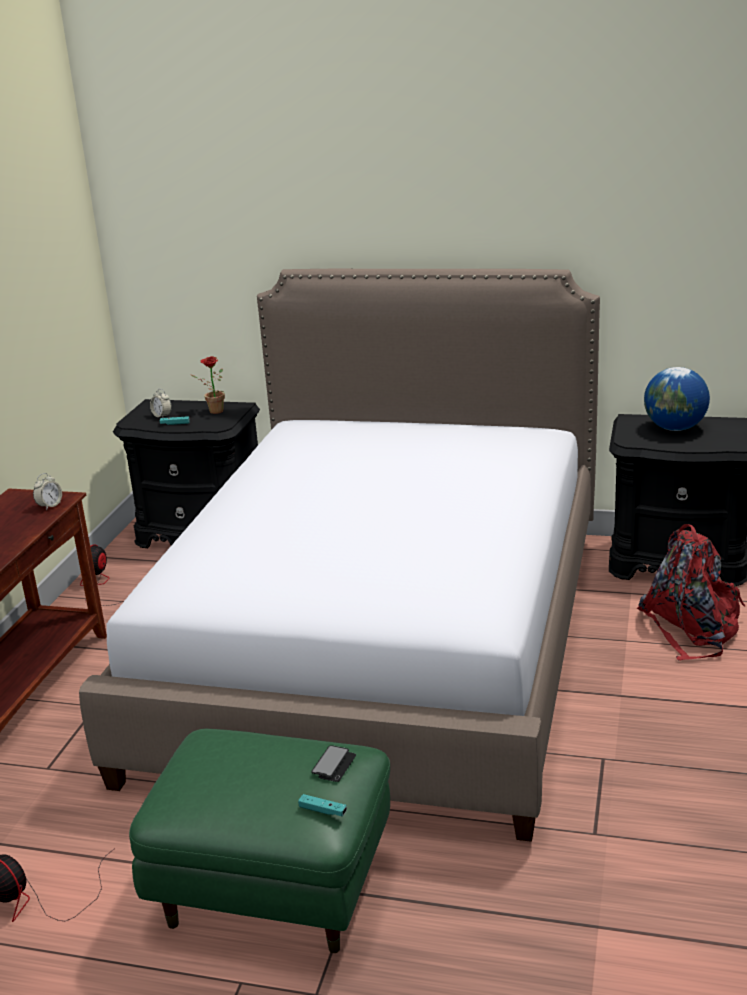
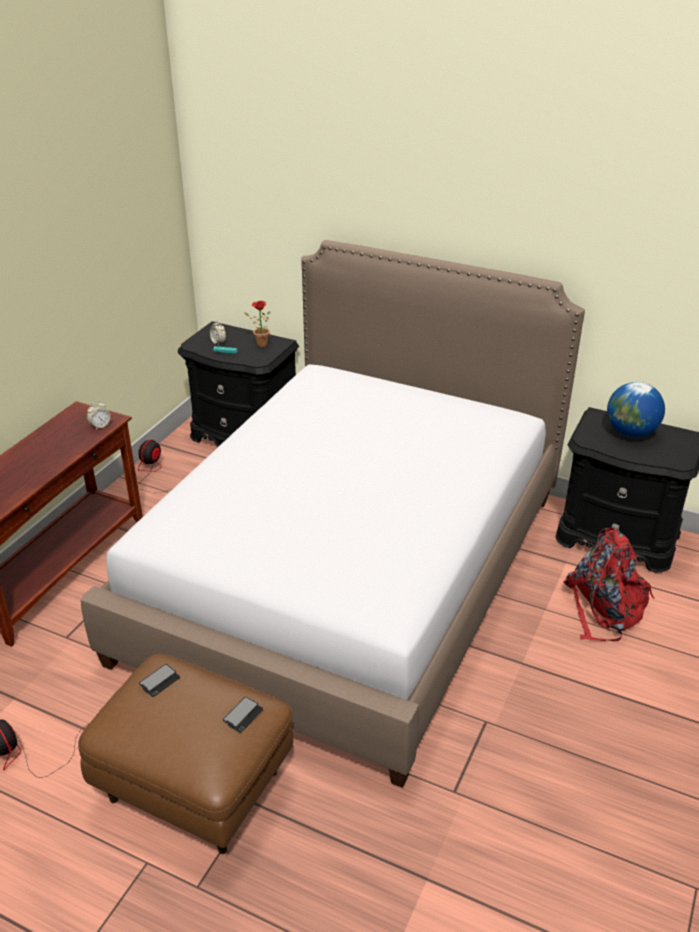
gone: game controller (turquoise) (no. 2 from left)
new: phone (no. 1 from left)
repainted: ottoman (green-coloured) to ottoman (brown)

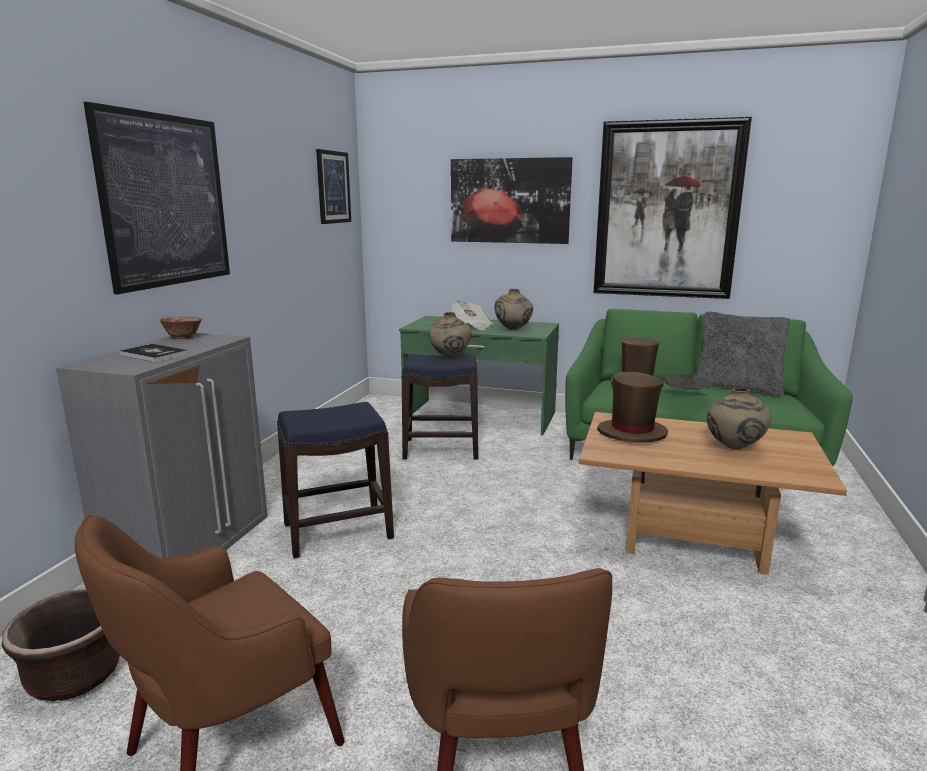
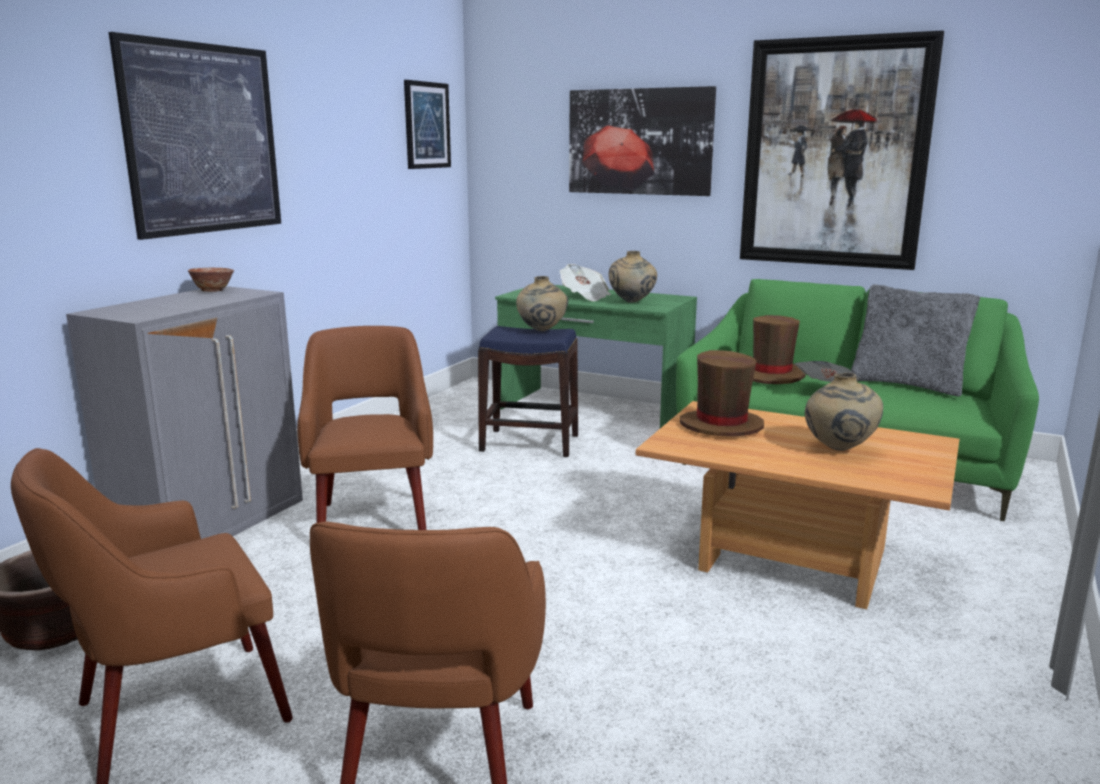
gone: bound book
swapped: stool seat (no. 1 from left) to lounge chair (brown) (no. 2 from left)

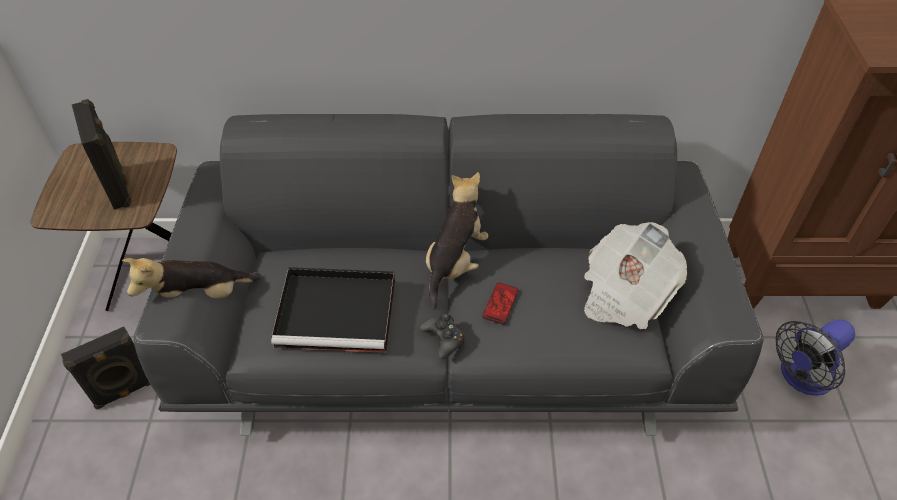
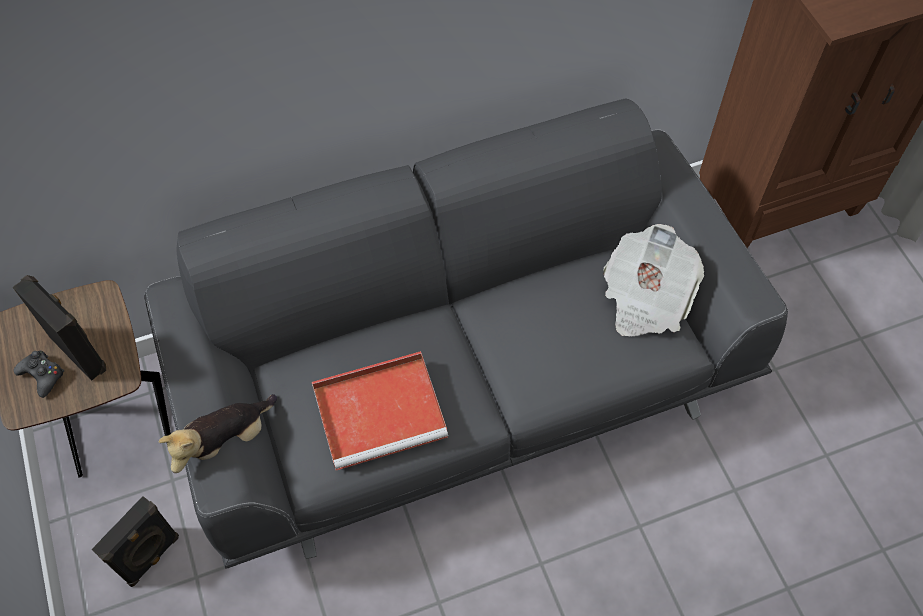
gone: plush toy (no. 2 from left); phone; fan
shifted: game controller (black)
repainted: tray (black) to tray (red-coloured)

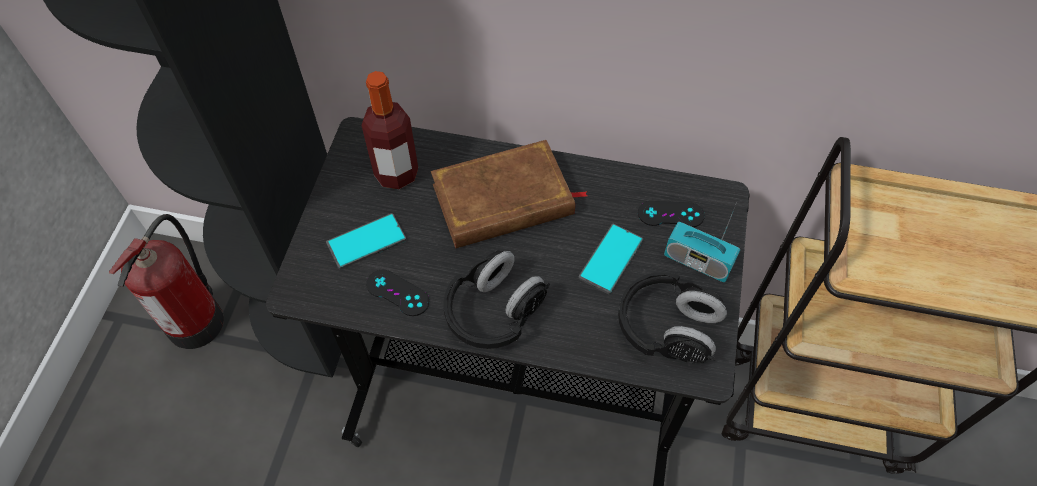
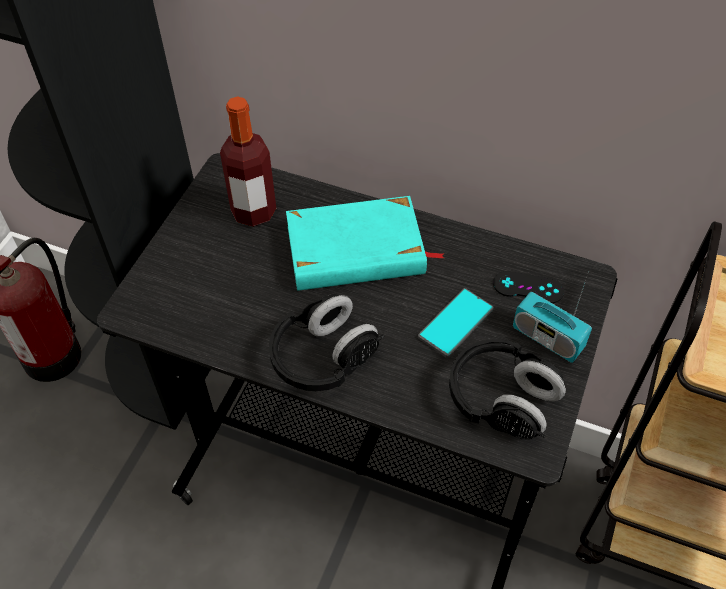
gone: phone (no. 1 from left); game controller (black) (no. 1 from left)
repainted: bound book (brown) to bound book (turquoise)

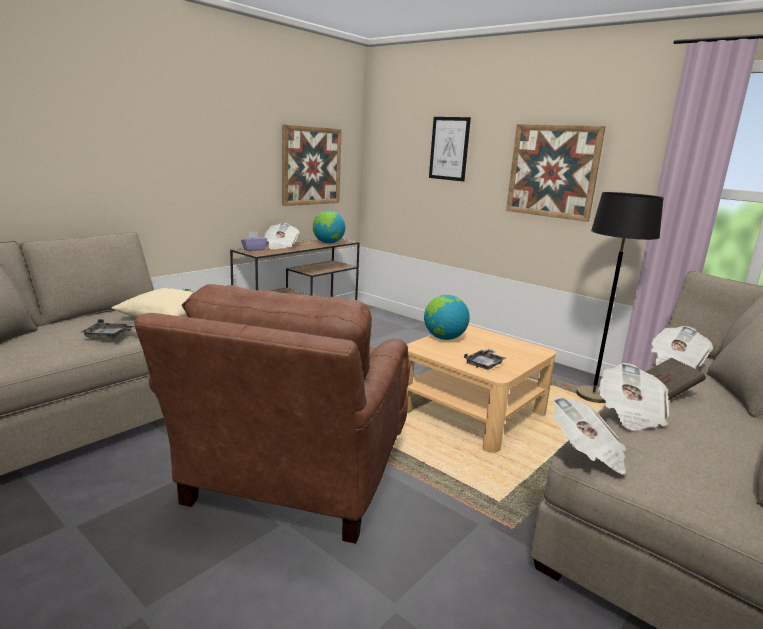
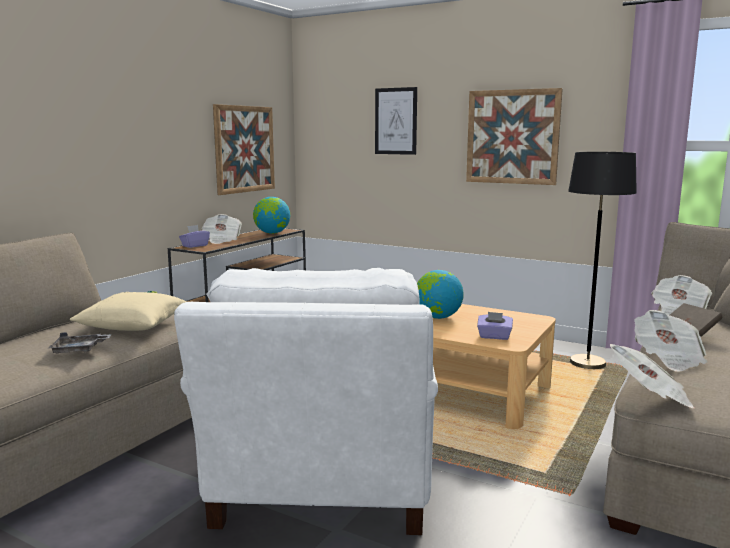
swapped: tray (gray) (no. 2 from left) to tissue box (purple) (no. 2 from left)
repainted: lounge chair (brown) to lounge chair (white)

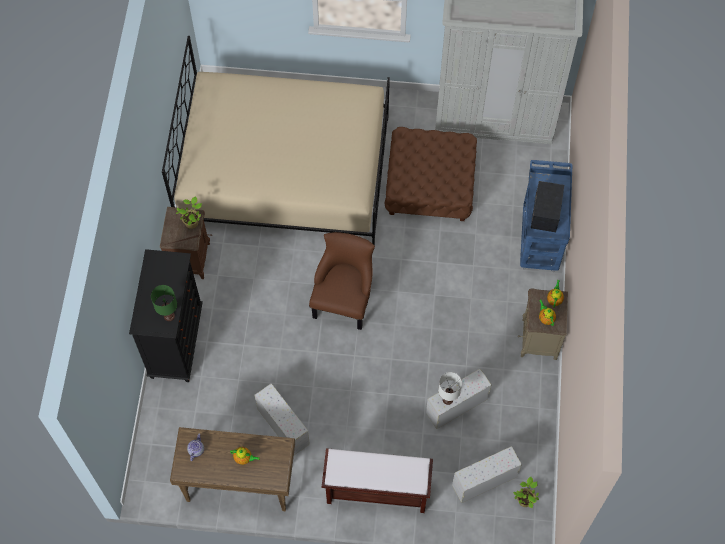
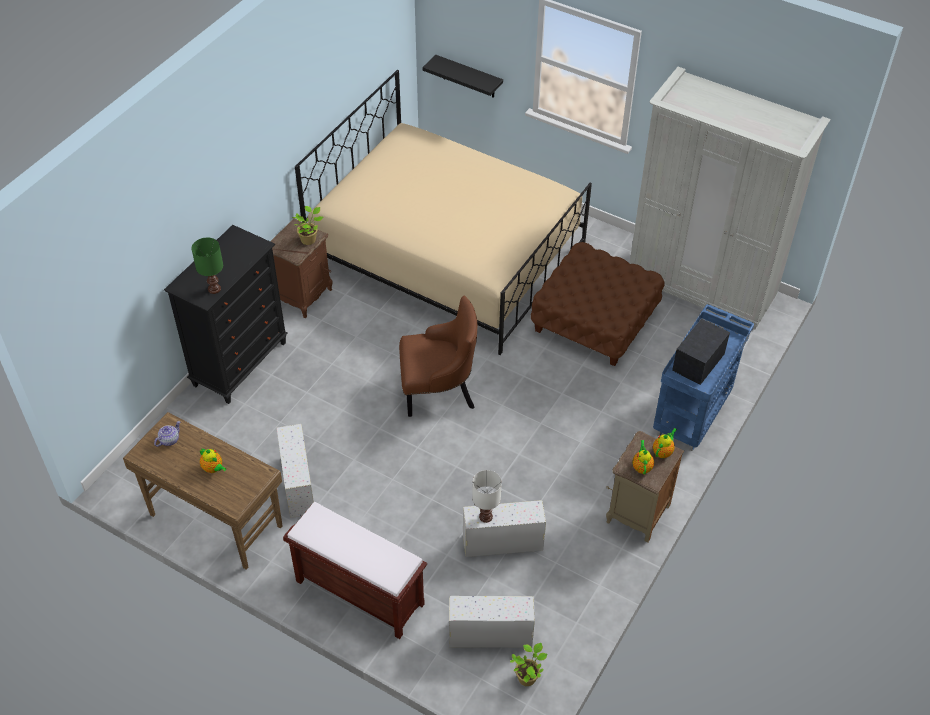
new: shelf (black)
rotated: lounge chair (brown) 45 degrees clockwise

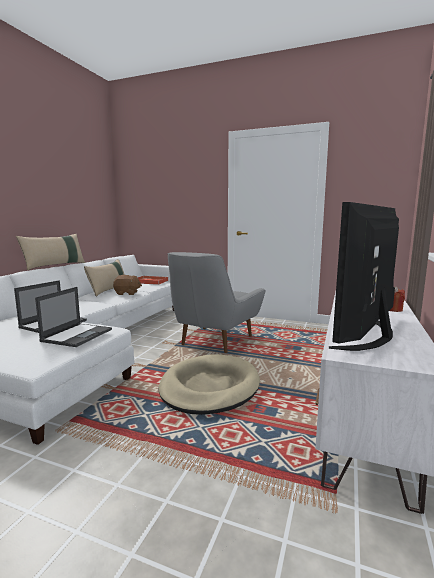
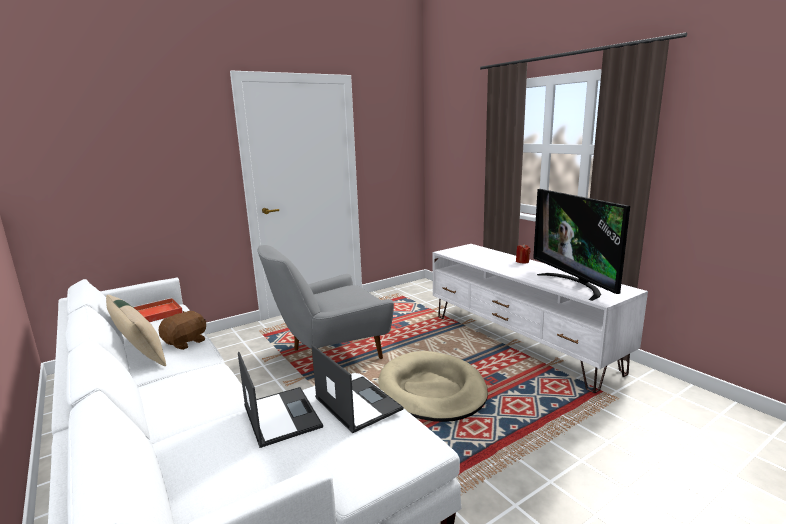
gone: pillow (beige-coloured) (no. 1 from left)
rotated: lounge chair (gray) 90 degrees clockwise

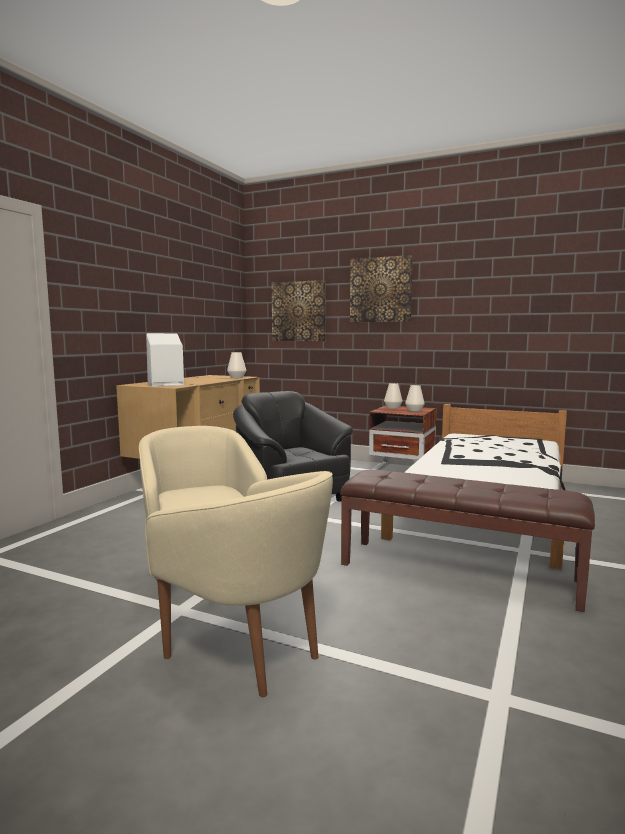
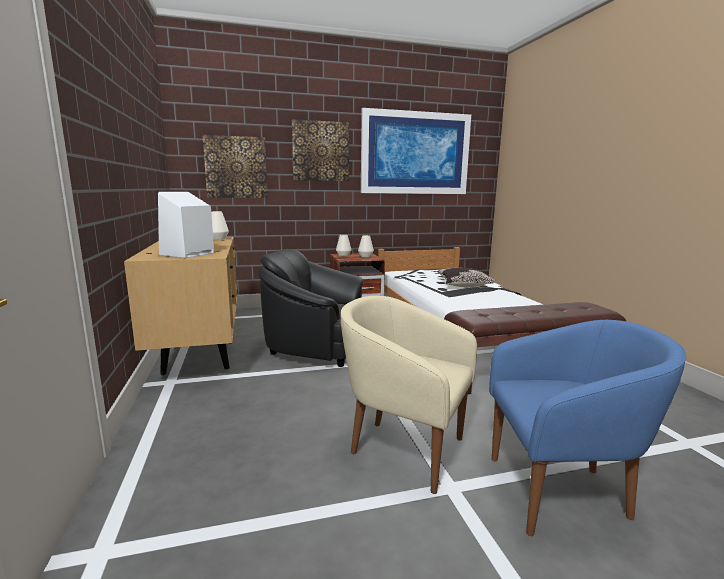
new: picture (no. 3 from left); pillow
repainted: lounge chair (beige-coloured) (no. 2 from left) to lounge chair (blue-coloured)

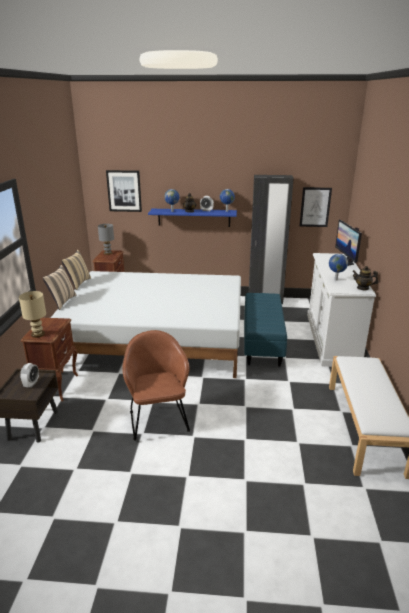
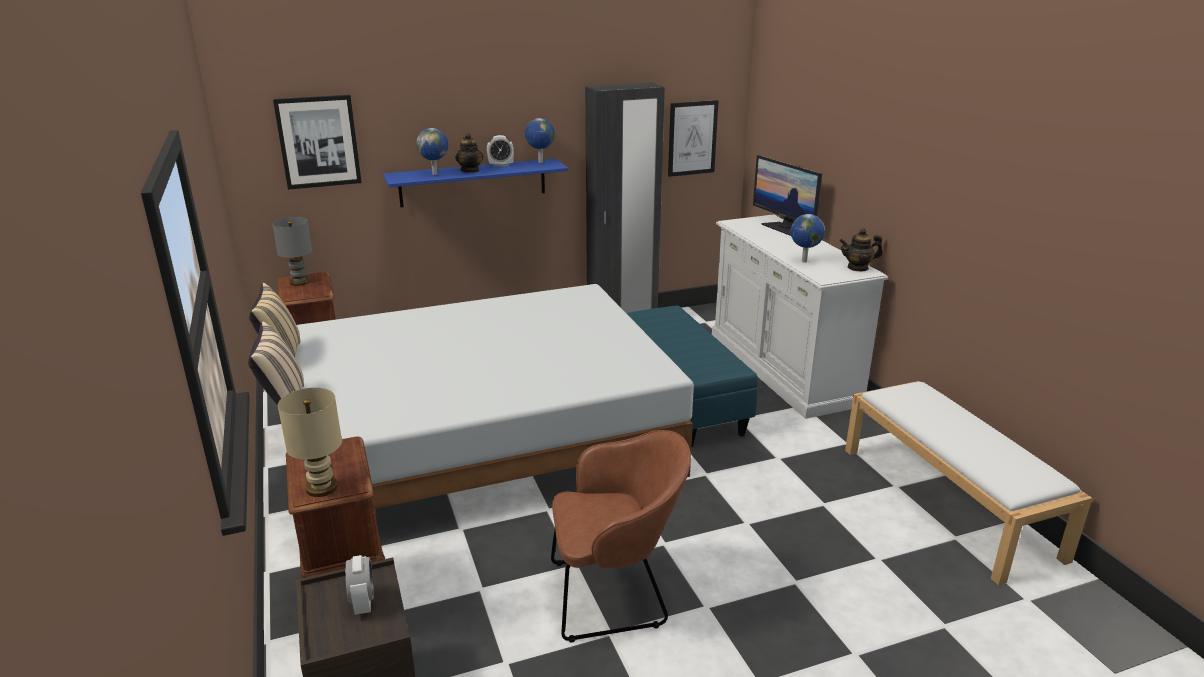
rotated: lounge chair (brown) 120 degrees clockwise

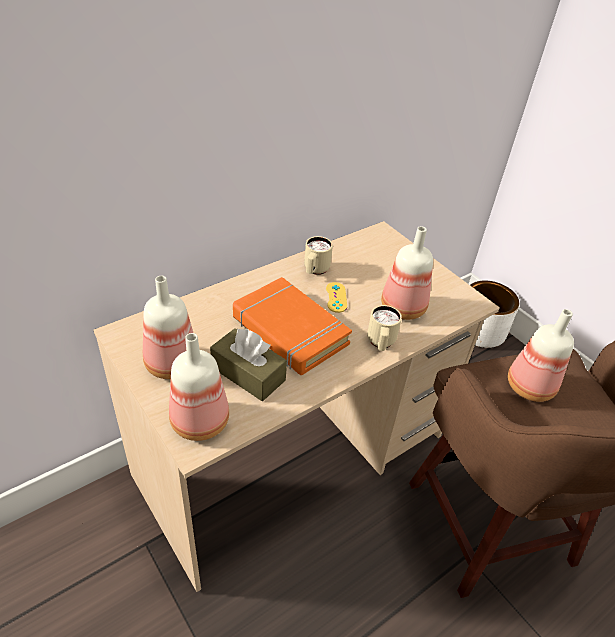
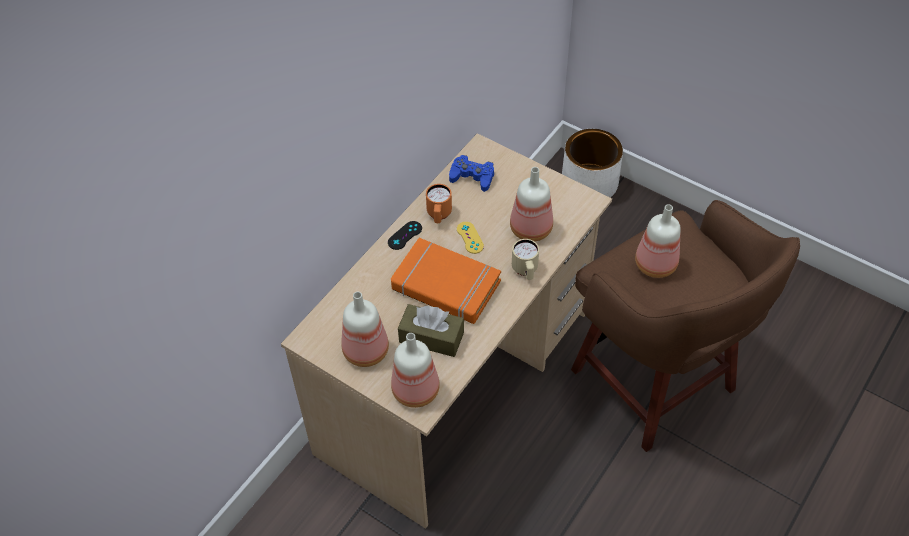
new: game controller (blue-coloured); game controller (black)
repainted: tea mug (beige-coloured) (no. 1 from left) to tea mug (orange-coloured)

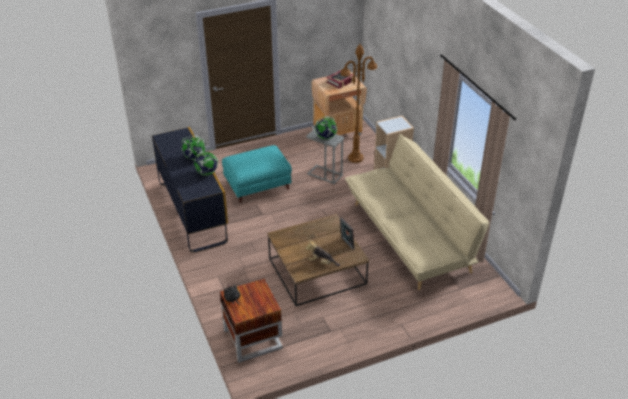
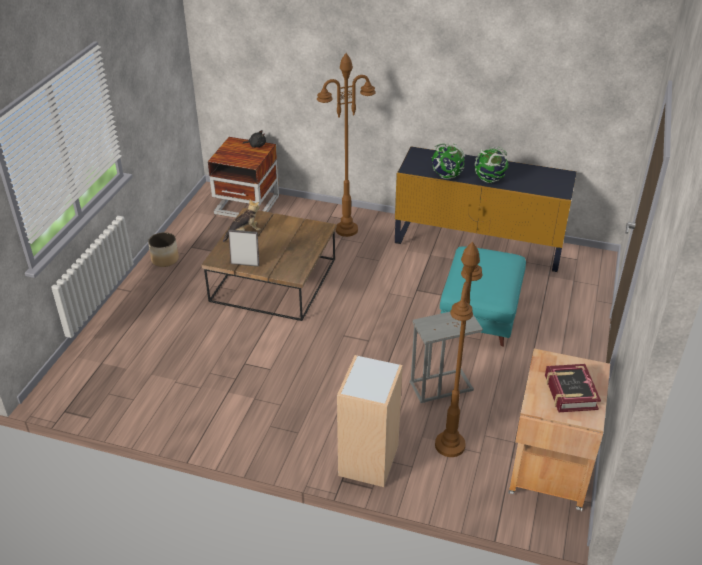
gone: globe (no. 3 from left); settee (beige-coloured)
new: floor lamp (brown) (no. 1 from left); planter

